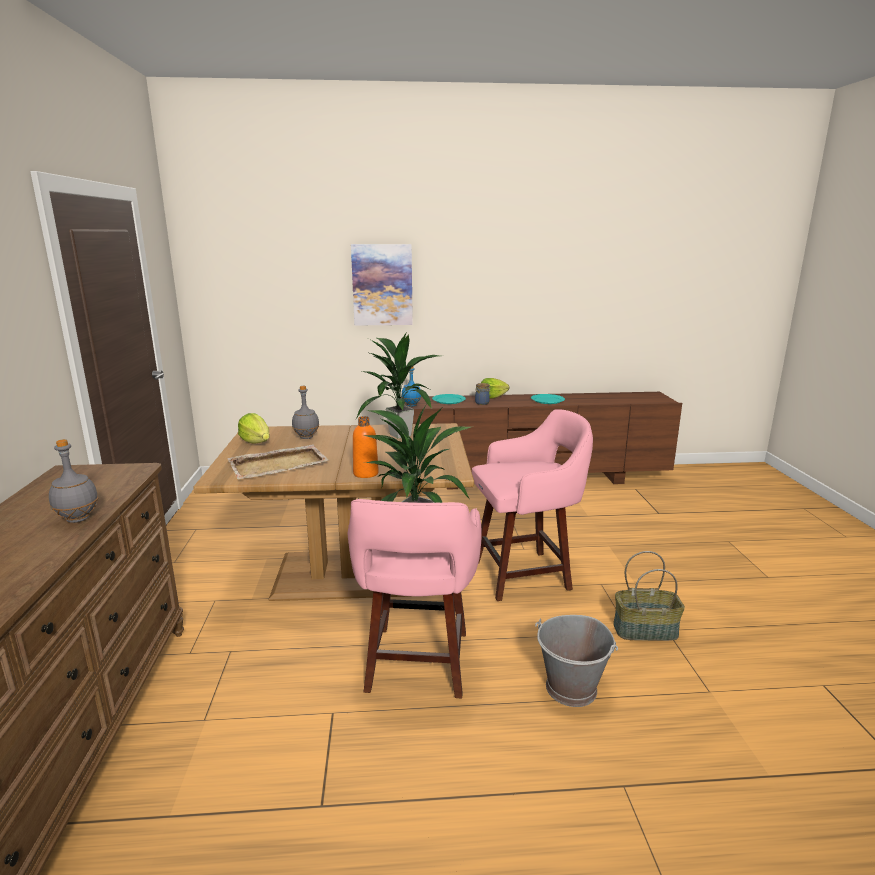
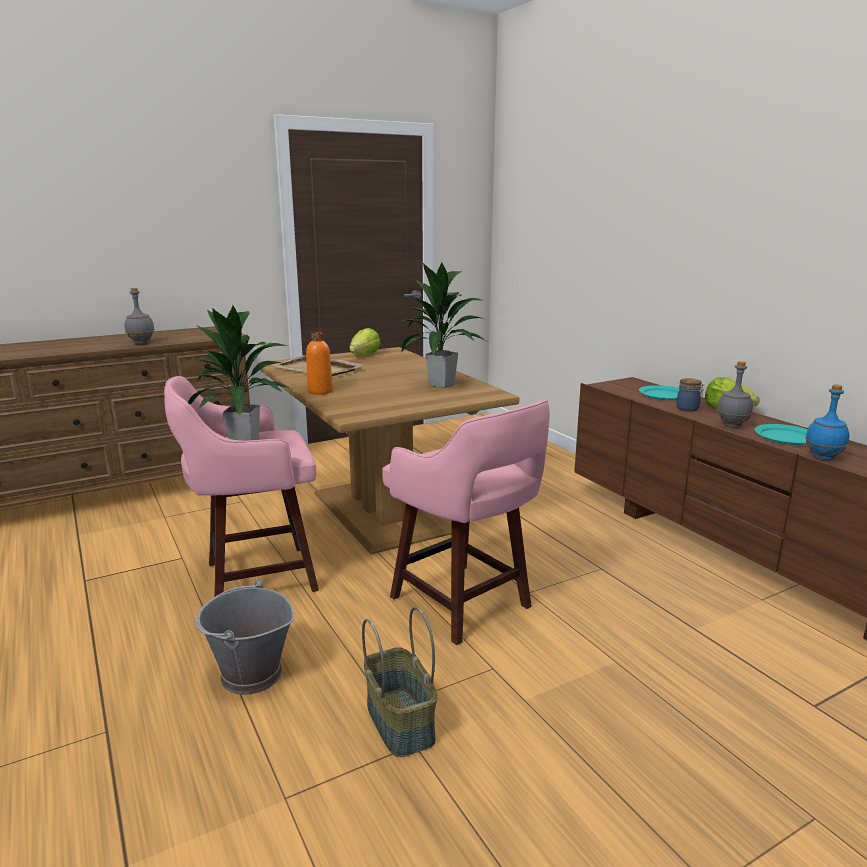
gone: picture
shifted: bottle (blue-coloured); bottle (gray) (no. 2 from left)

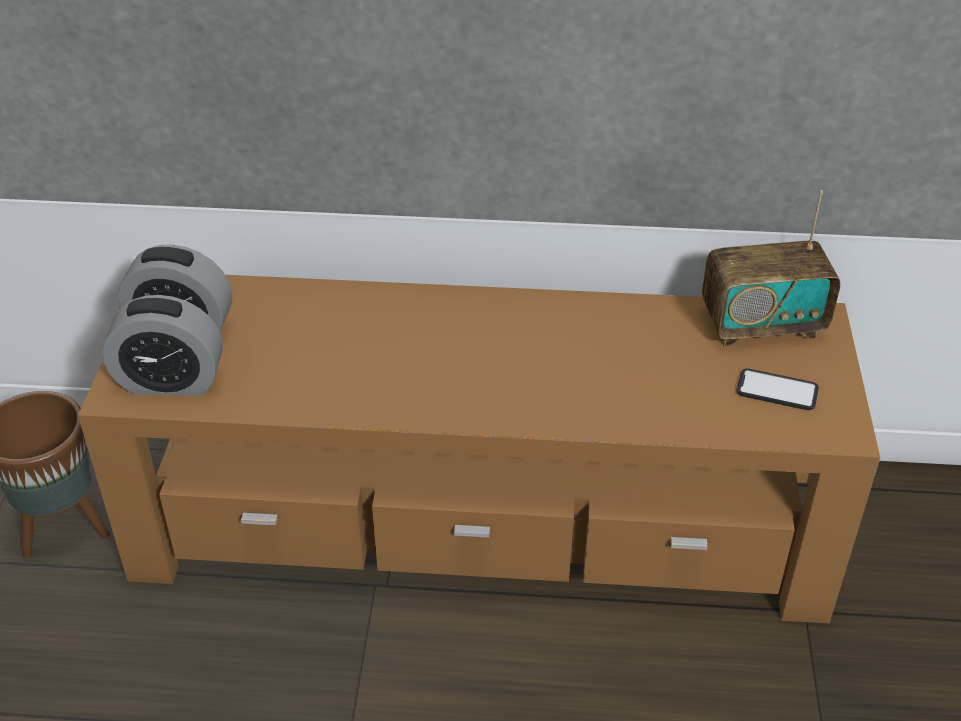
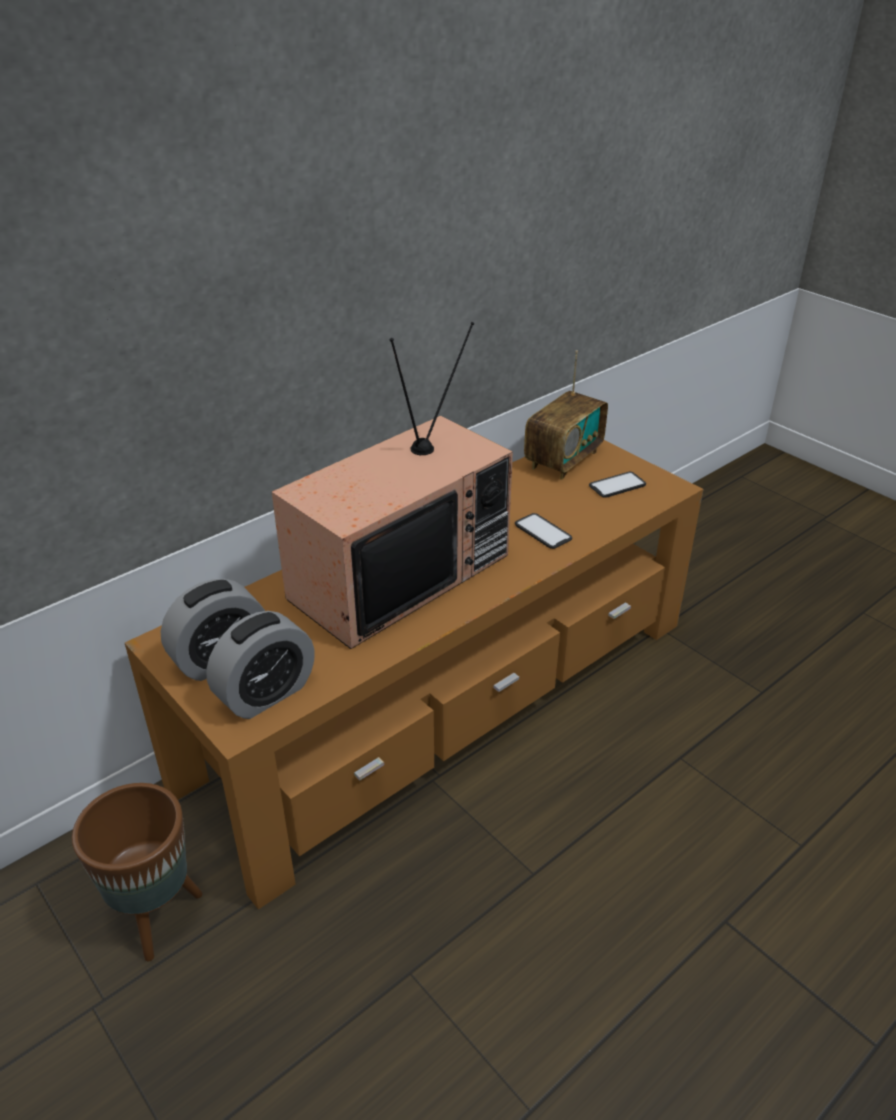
new: TV; phone (no. 1 from left)

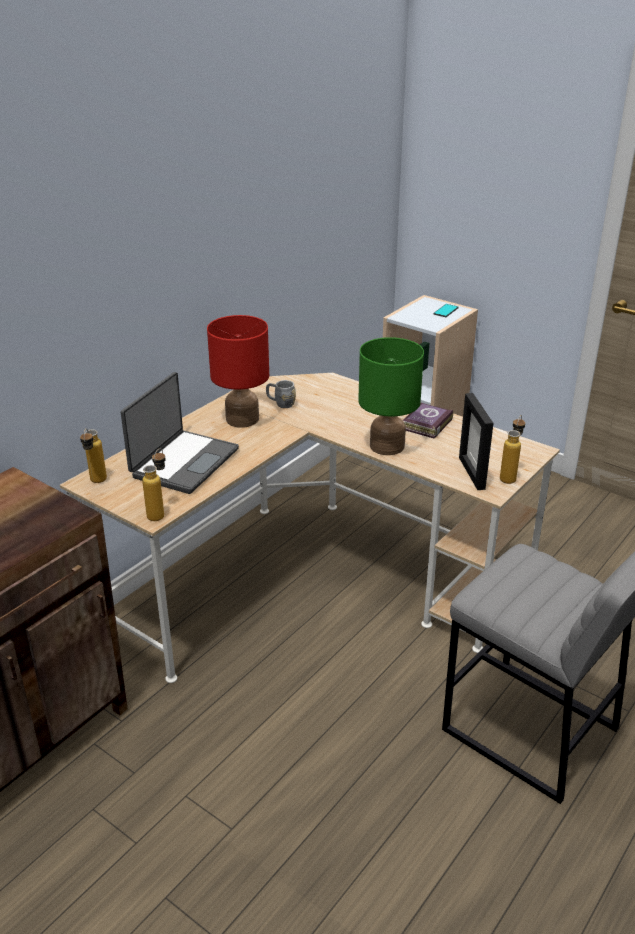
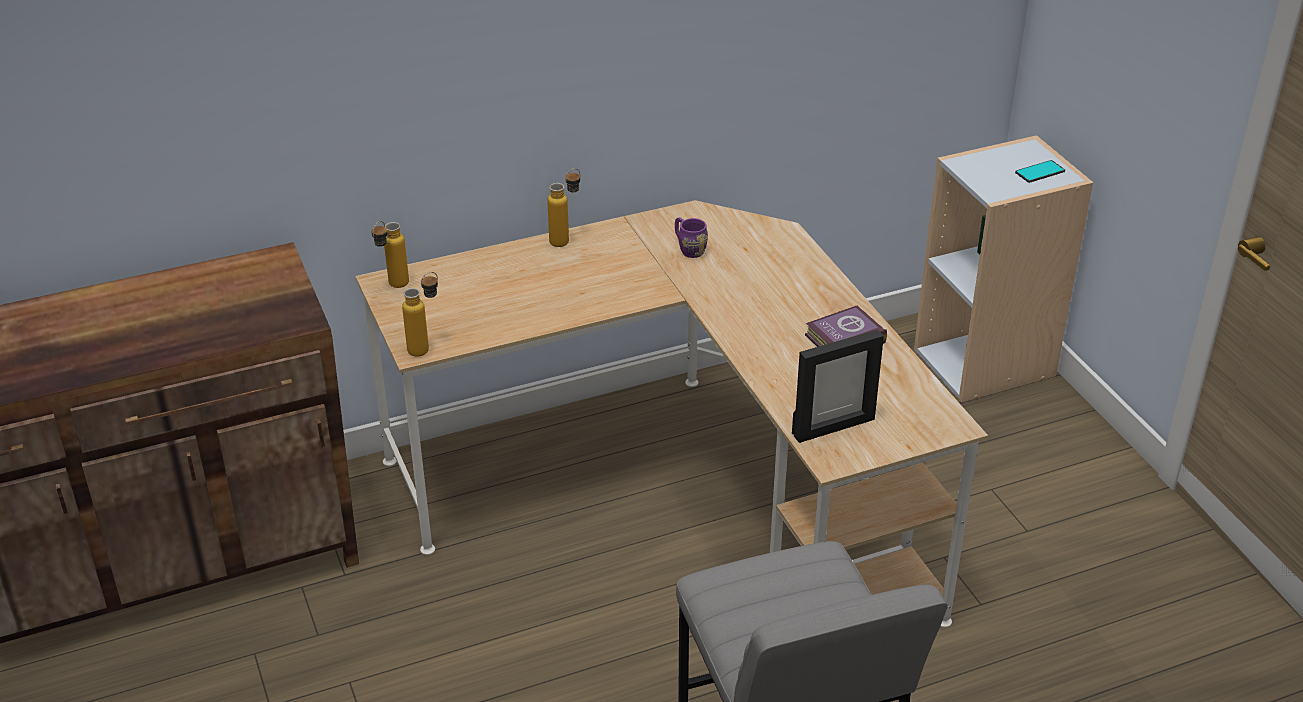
gone: lamp for a table (red-coloured); lamp for a table (green-coloured); notebook computer
shifted: bottle (no. 3 from left)
repainted: tea mug (gray) to tea mug (purple)
rotated: photo frame 135 degrees counterclockwise

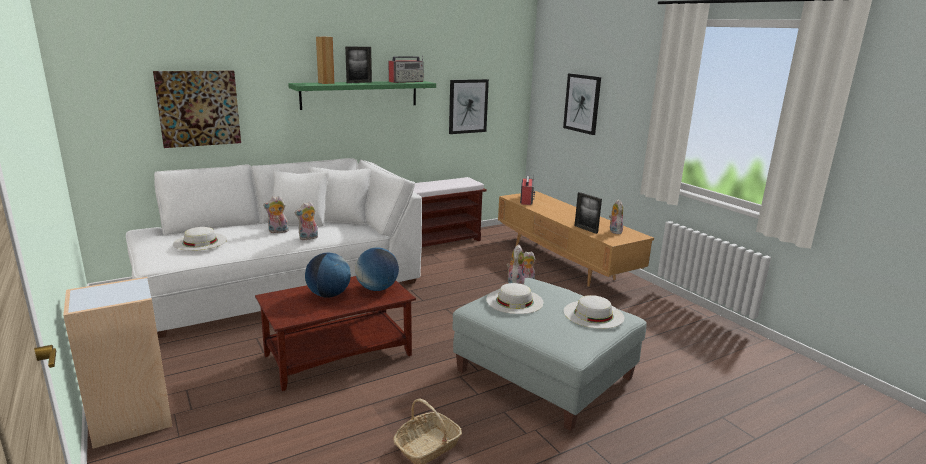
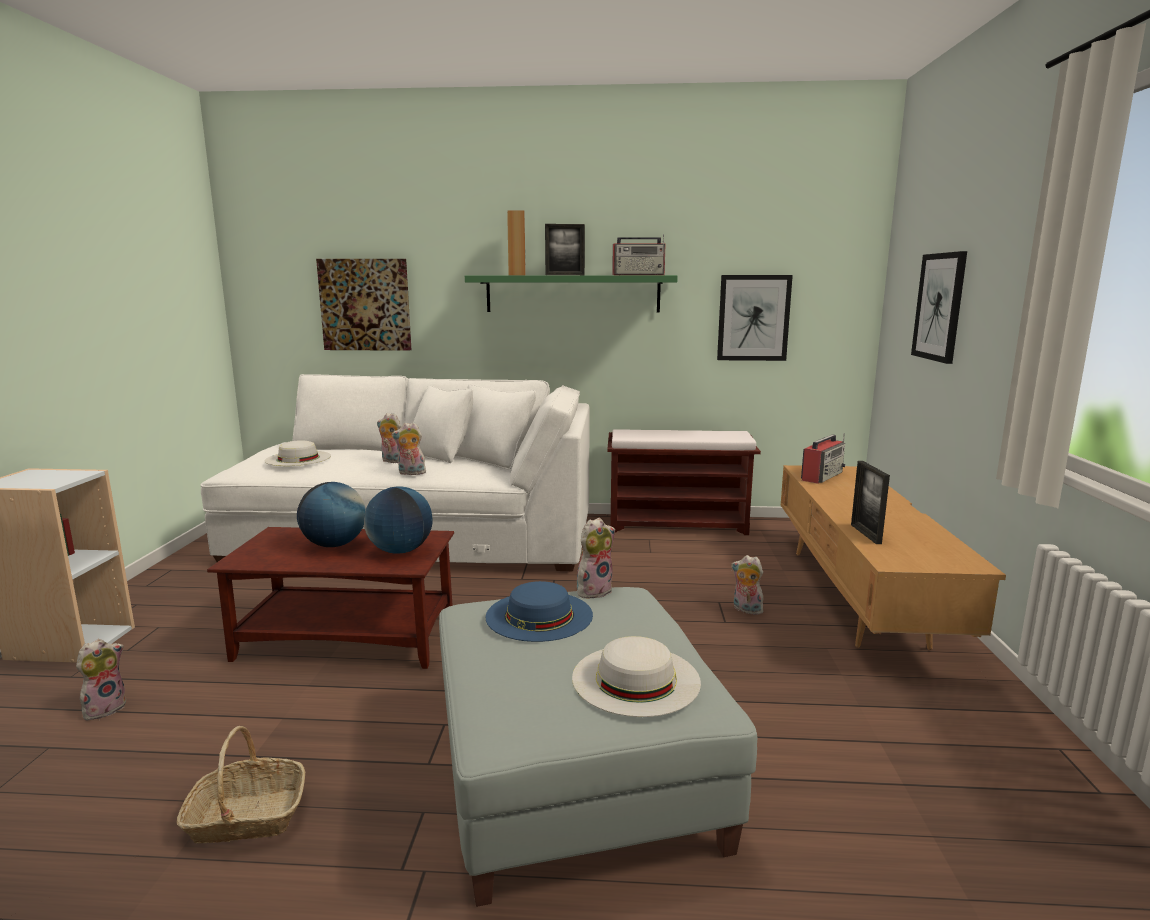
shifted: plush toy (no. 5 from left in the first image) to plush toy (no. 1 from left)
repainted: clothing hat (white) (no. 2 from left) to clothing hat (blue-coloured)

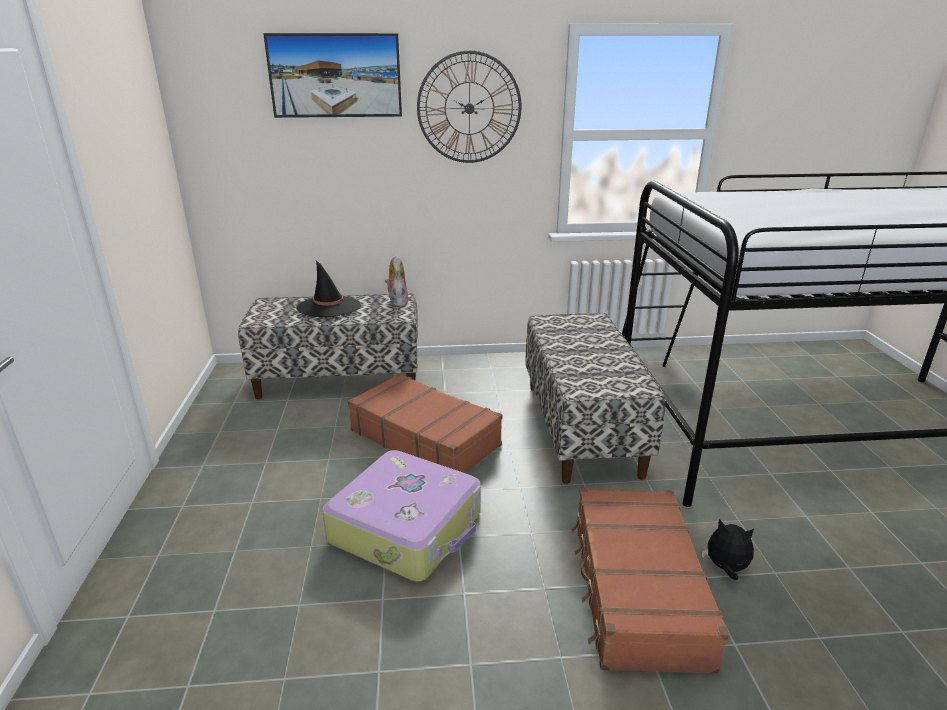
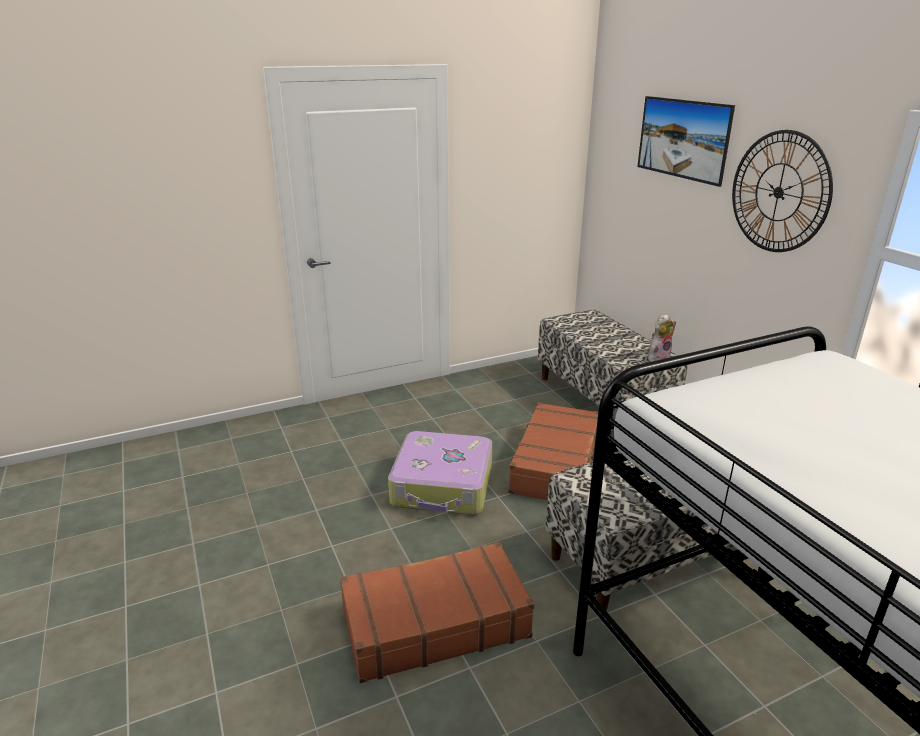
gone: clothing hat (black); plush toy (no. 2 from left)

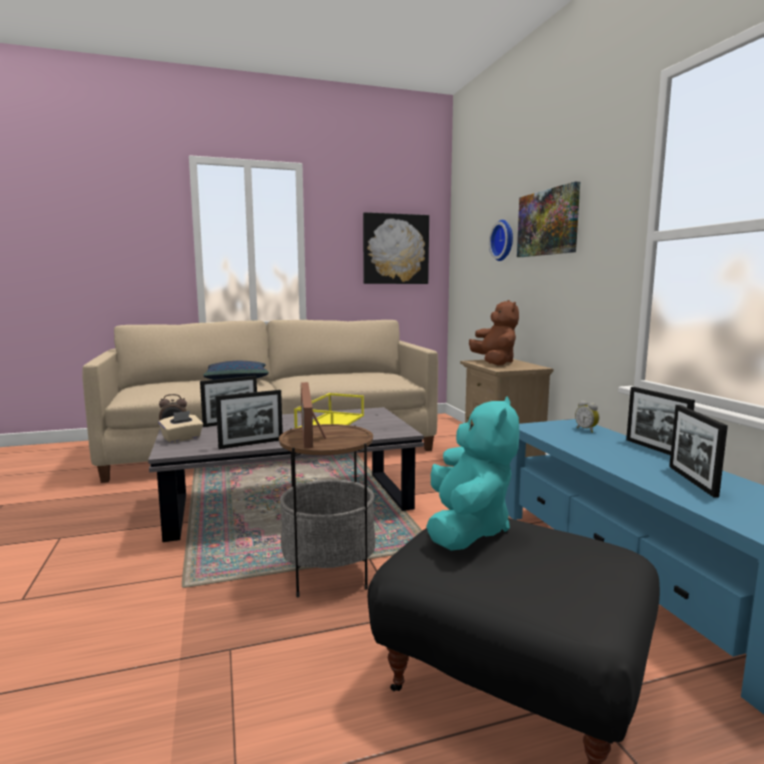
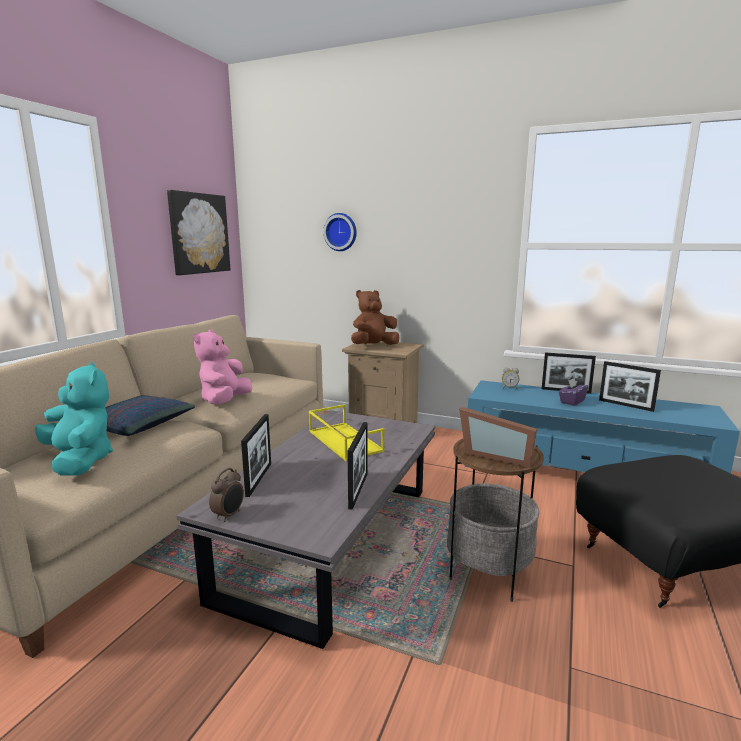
gone: picture (no. 2 from left); tissue box (beige-coloured)
new: plush toy (pink-coloured); tissue box (purple)
shifted: plush toy (turquoise)
rotated: plush toy (brown) 60 degrees counterclockwise

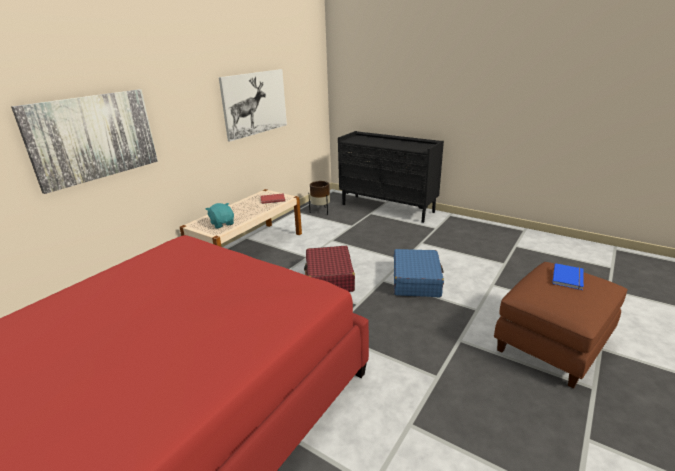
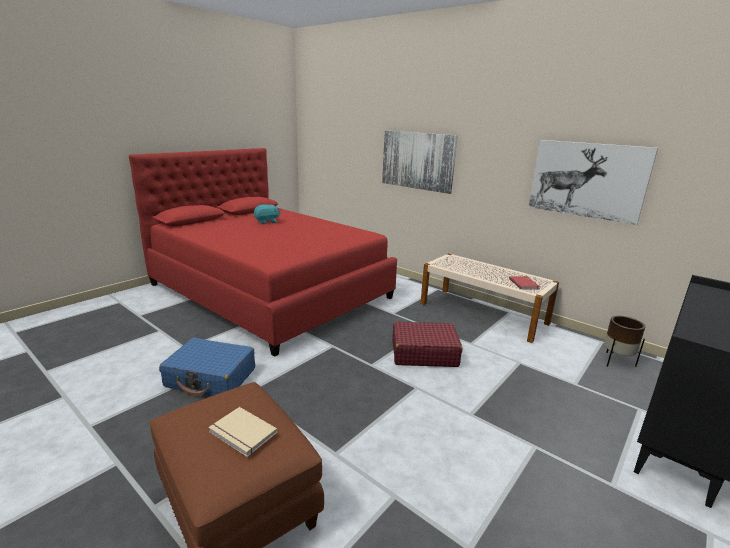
shifted: plush toy (turquoise); travel case (blue-coloured)
repainted: bound book (blue-coloured) to bound book (beige-coloured)

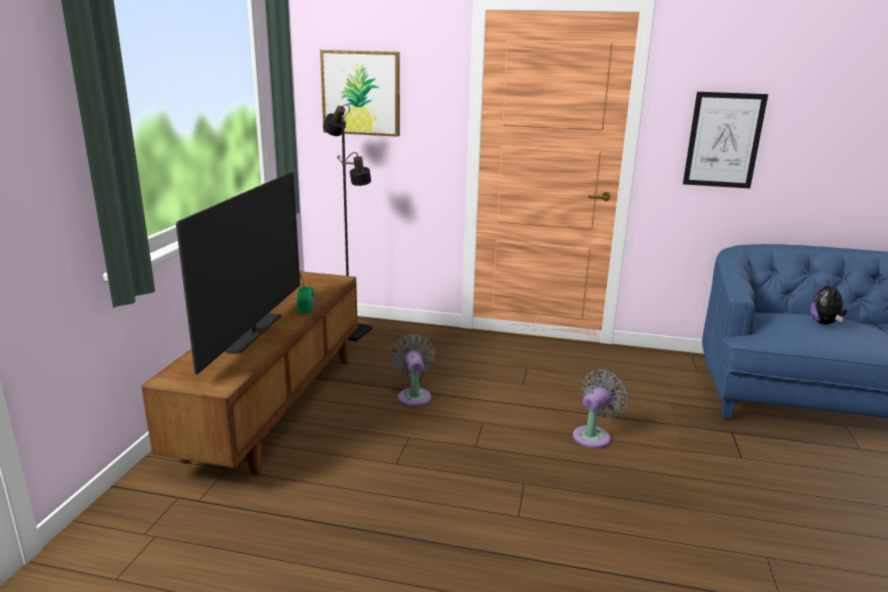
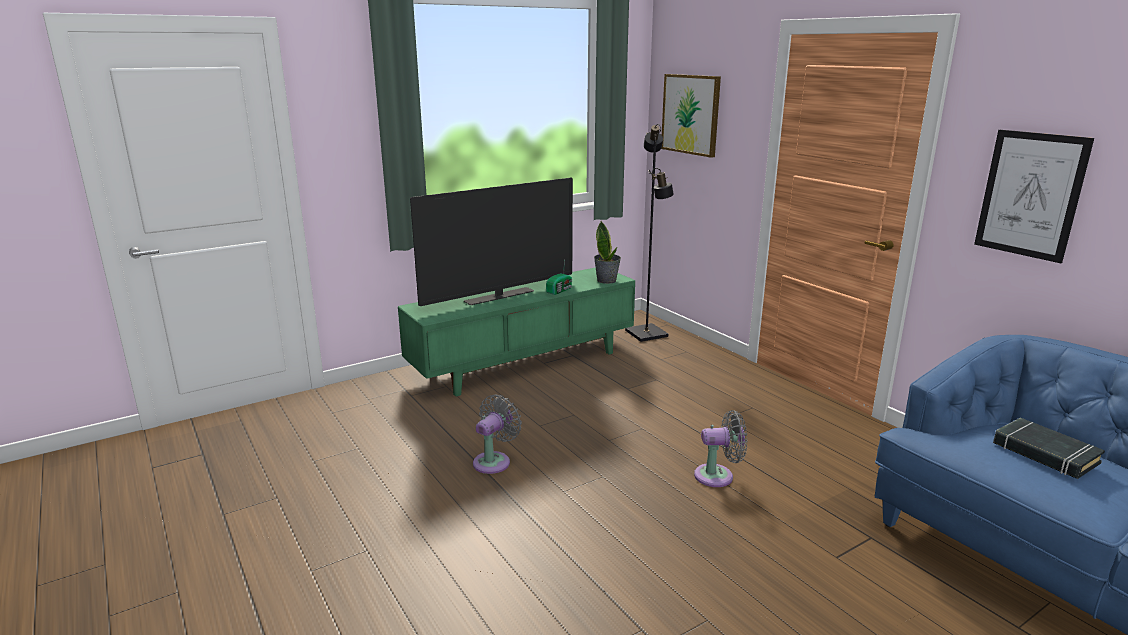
new: potted plant
shifted: fan (gray) (no. 1 from left)
swapped: plush toy to bound book (black)
repainted: media console (brown) to media console (green-coloured)

